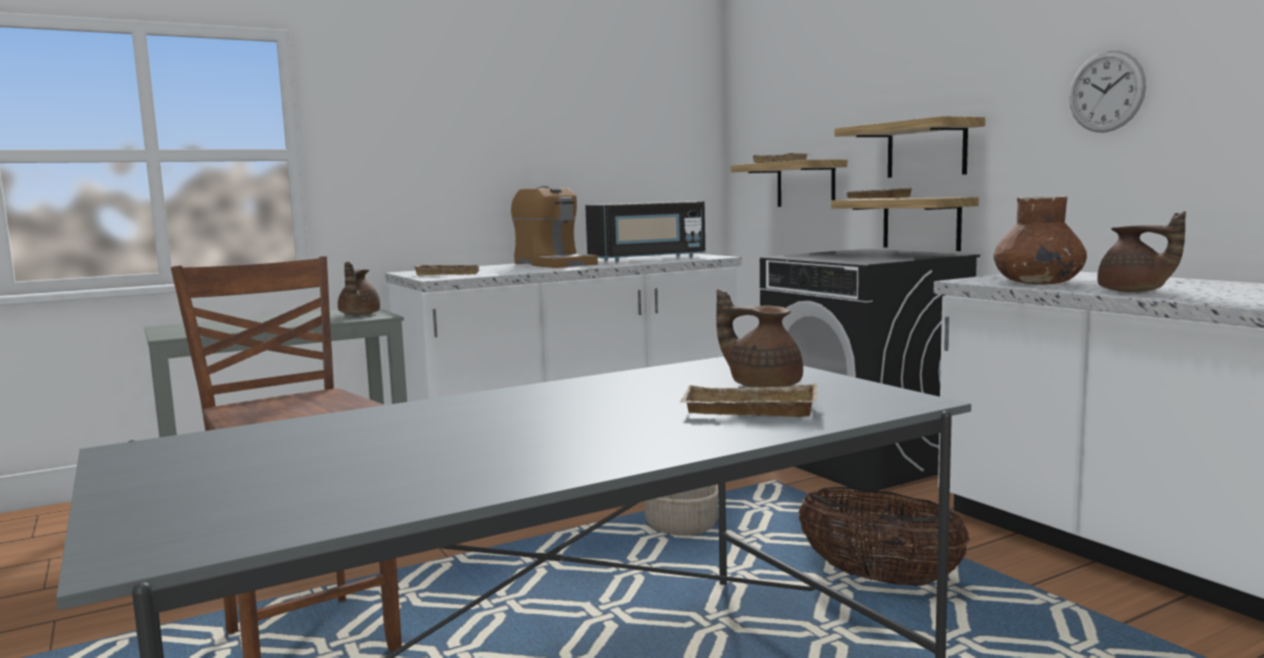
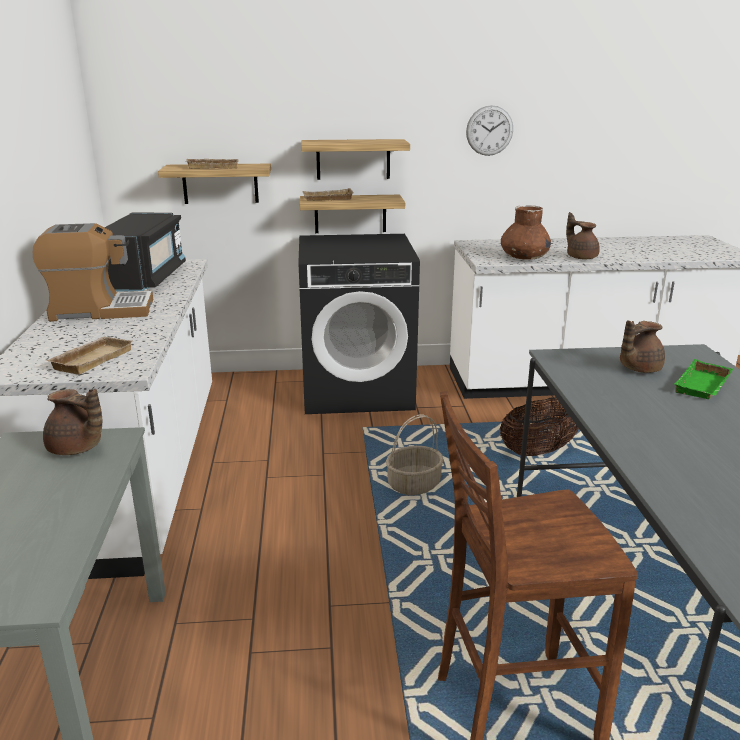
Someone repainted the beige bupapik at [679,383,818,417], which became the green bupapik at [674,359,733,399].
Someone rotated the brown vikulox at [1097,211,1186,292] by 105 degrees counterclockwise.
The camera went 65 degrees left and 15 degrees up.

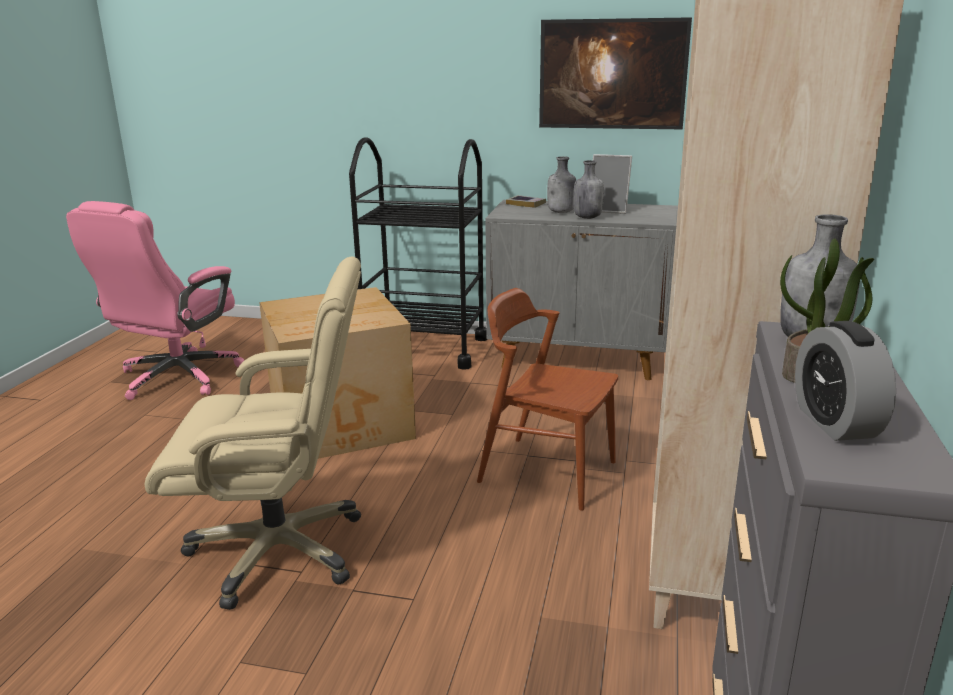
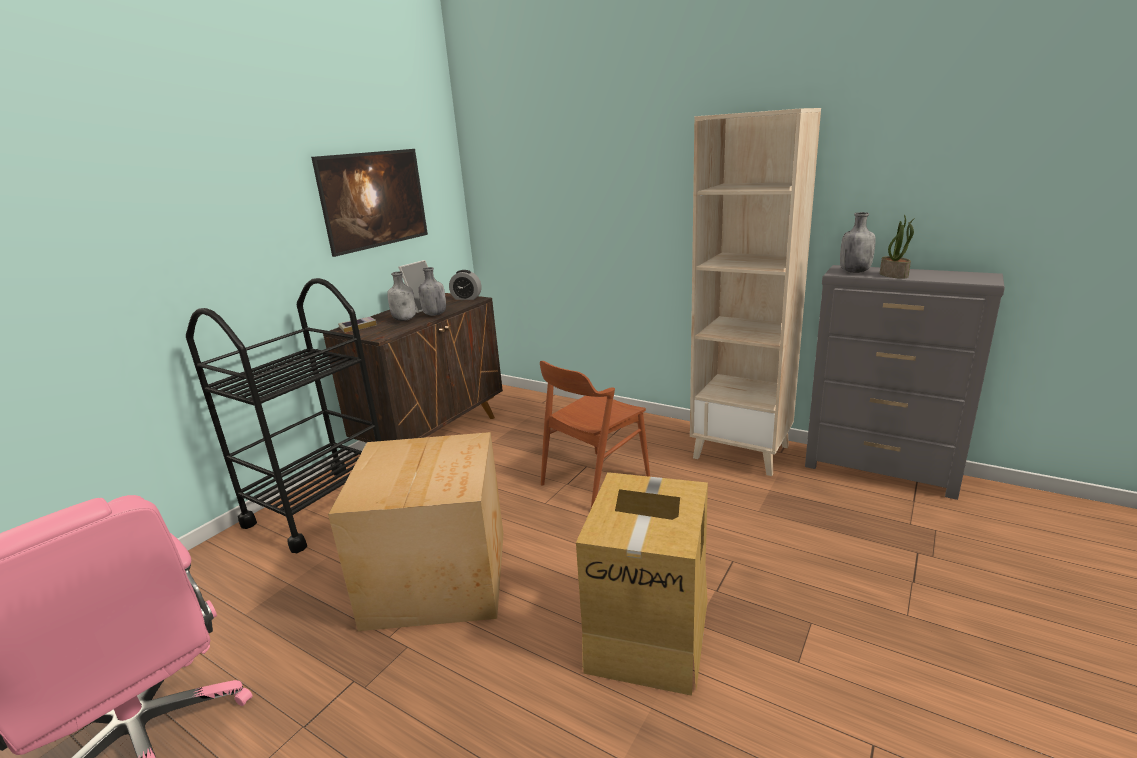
Someone carried the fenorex from [795,321,896,441] to [449,270,482,300].
Someone swapped the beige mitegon at [144,256,361,610] for the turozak at [576,472,708,696].
Someone repainted the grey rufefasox at [485,200,678,380], which became the brown rufefasox at [323,293,503,443].
The camera went 70 degrees left and 0 degrees up.

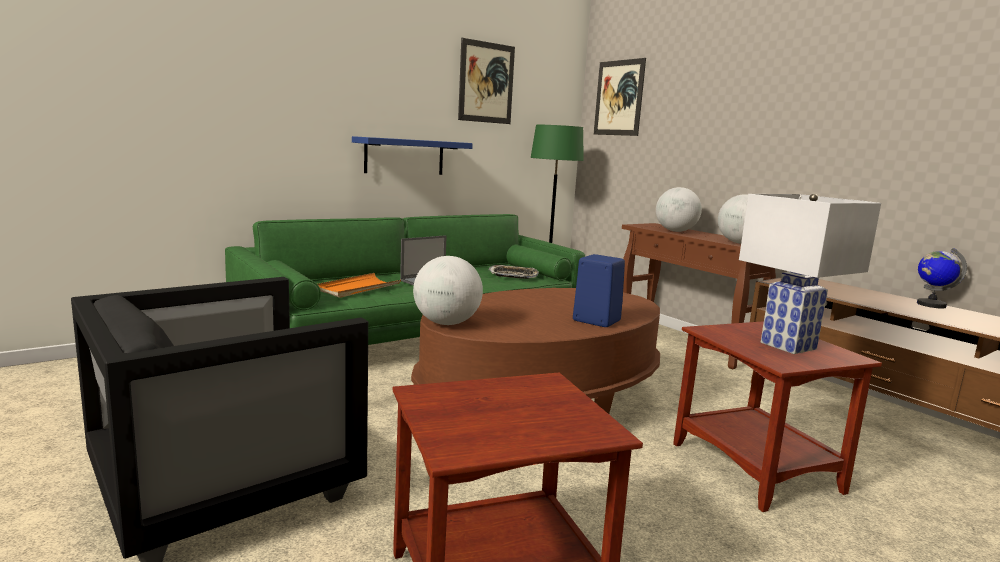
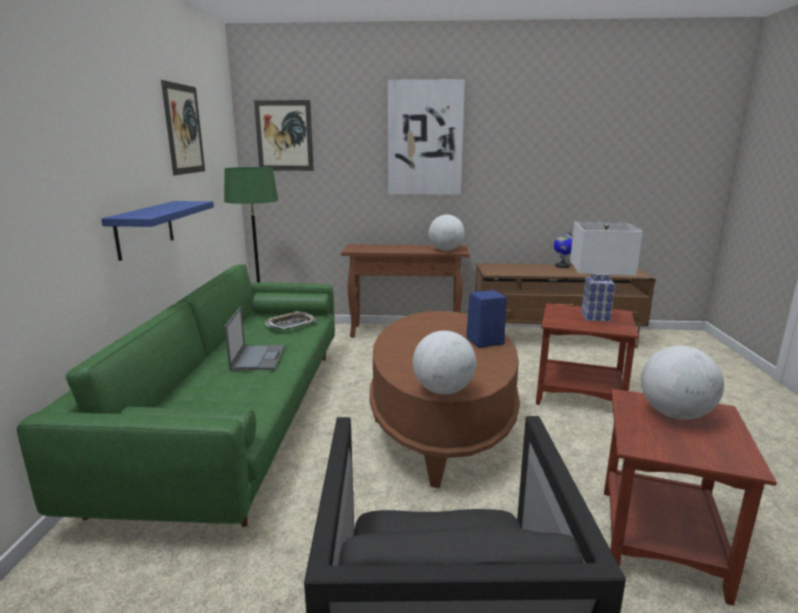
Someone took away the orange bupapik at [318,273,401,298].
Someone put up the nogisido at [388,79,465,195].
Someone carried the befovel from [656,187,702,232] to [641,346,724,420].
The camera went 50 degrees left and 5 degrees up.

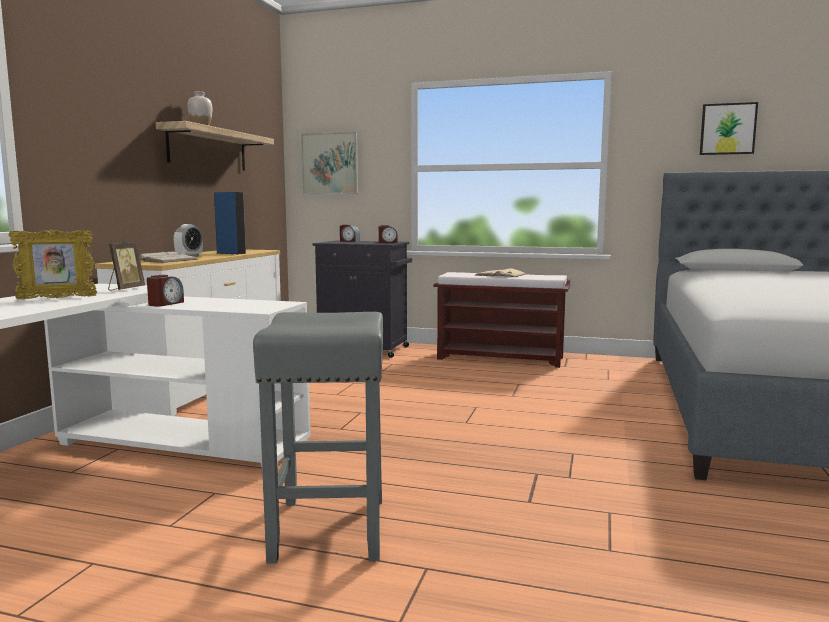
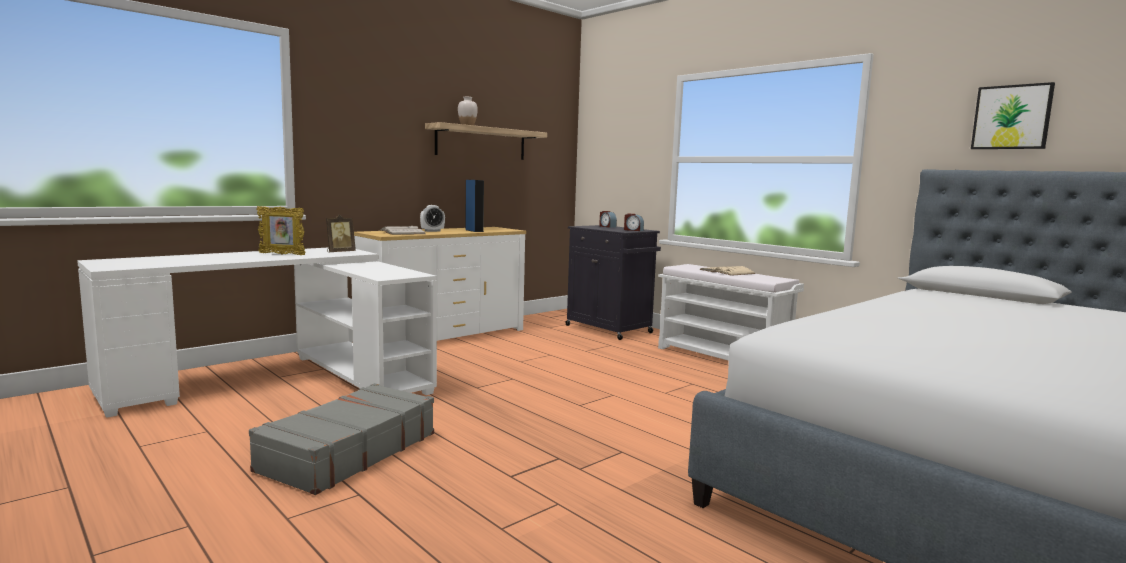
Someone took away the fenorex at [147,275,184,307].
Someone took away the nogisido at [301,132,358,194].
Someone swapped the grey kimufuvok at [253,312,383,564] for the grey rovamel at [249,383,434,495].
Someone repainted the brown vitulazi at [434,272,571,368], which became the white vitulazi at [658,264,804,361].
The camera went 30 degrees right and 0 degrees up.

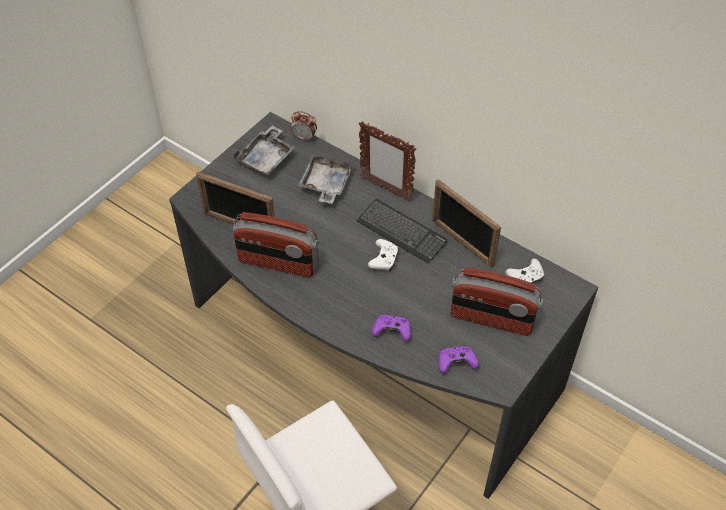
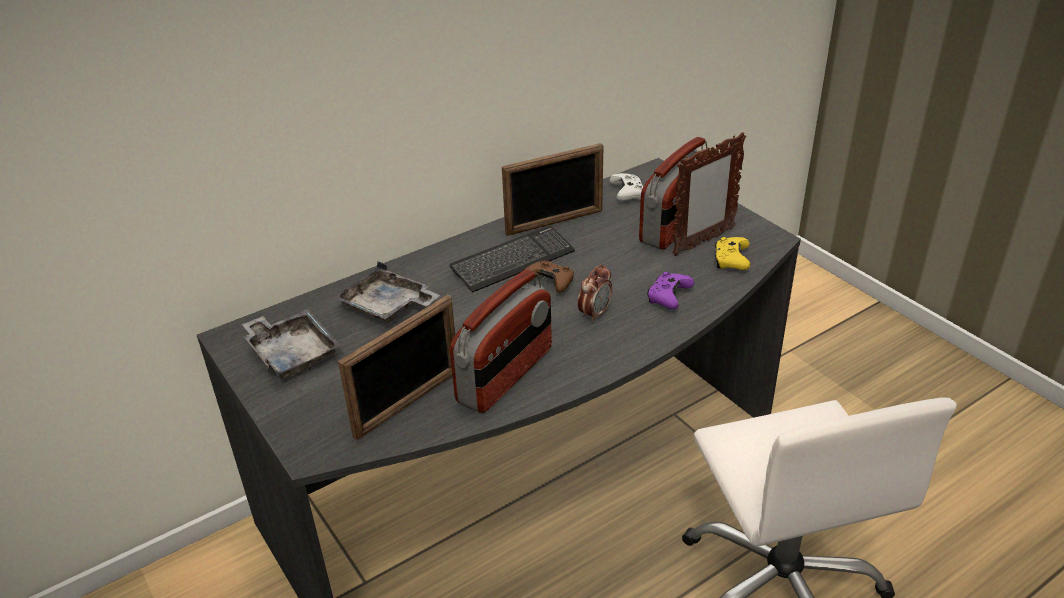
Someone carried the fenorex from [291,111,317,142] to [578,265,612,322].
Someone carried the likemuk from [359,121,416,202] to [672,132,746,256].
Someone repainted the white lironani at [368,239,399,271], which became the brown lironani at [523,261,574,293].
Someone repainted the purple lironani at [439,345,479,374], which became the yellow lironani at [715,237,750,270].
The camera went 70 degrees left and 15 degrees down.

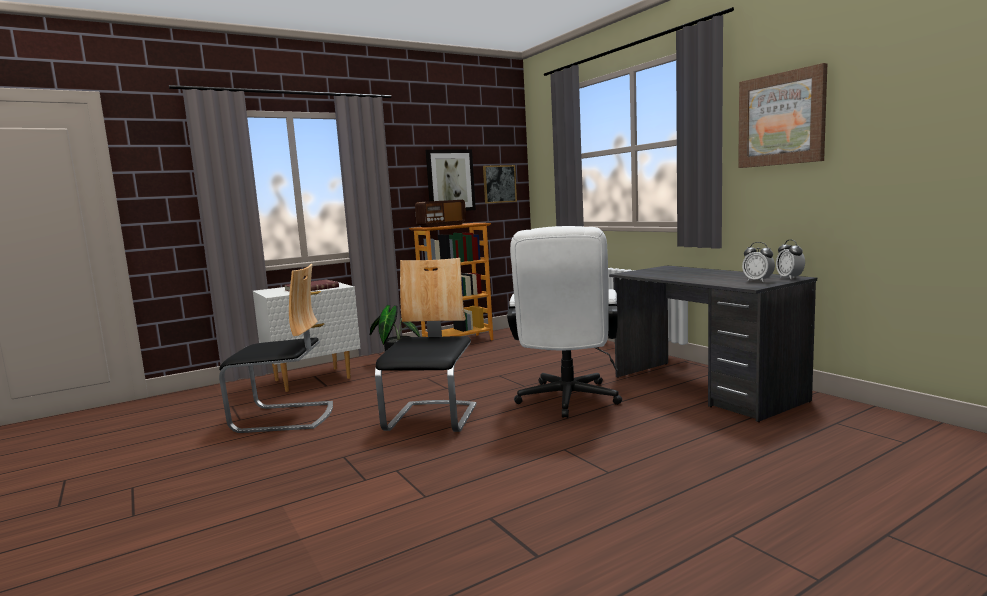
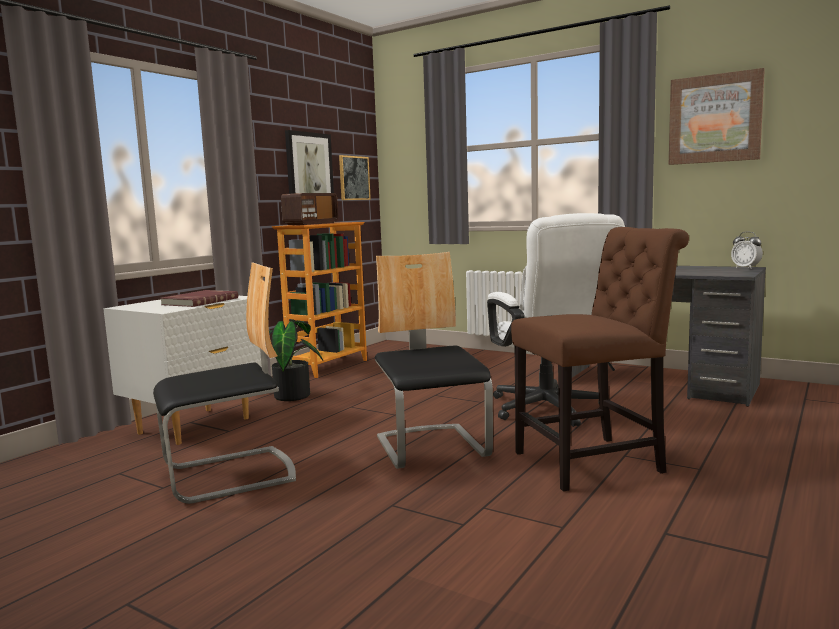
Someone took away the fenorex at [742,242,775,282].
Someone put down the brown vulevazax at [511,227,689,492].
The camera went 25 degrees left and 0 degrees up.

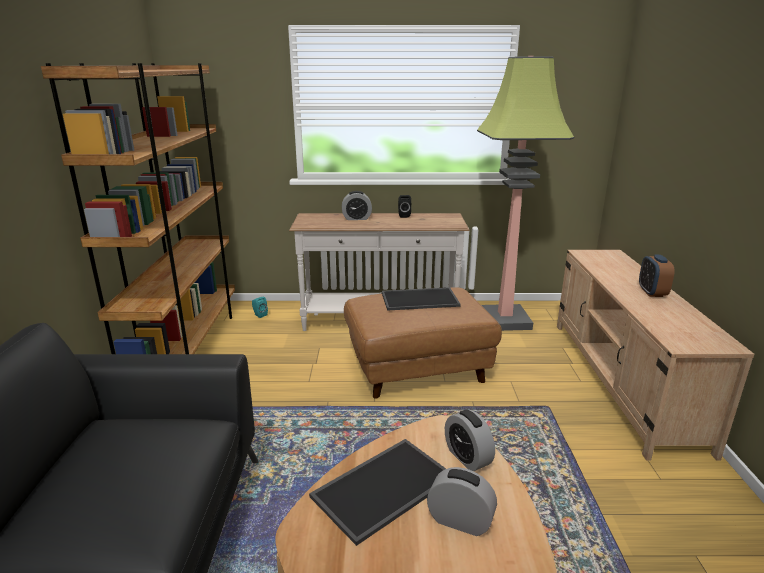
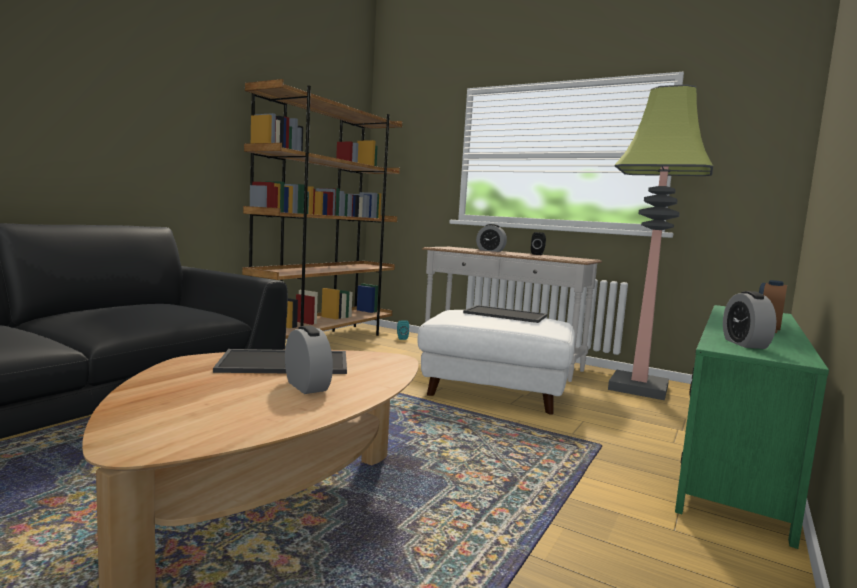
Someone carried the fenorex from [445,409,495,471] to [723,291,776,349].
Someone repainted the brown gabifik at [344,287,502,399], which became the white gabifik at [417,310,575,415].
Someone repainted the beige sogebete at [557,250,754,461], which became the green sogebete at [675,305,829,549].
The camera went 30 degrees right and 15 degrees down.

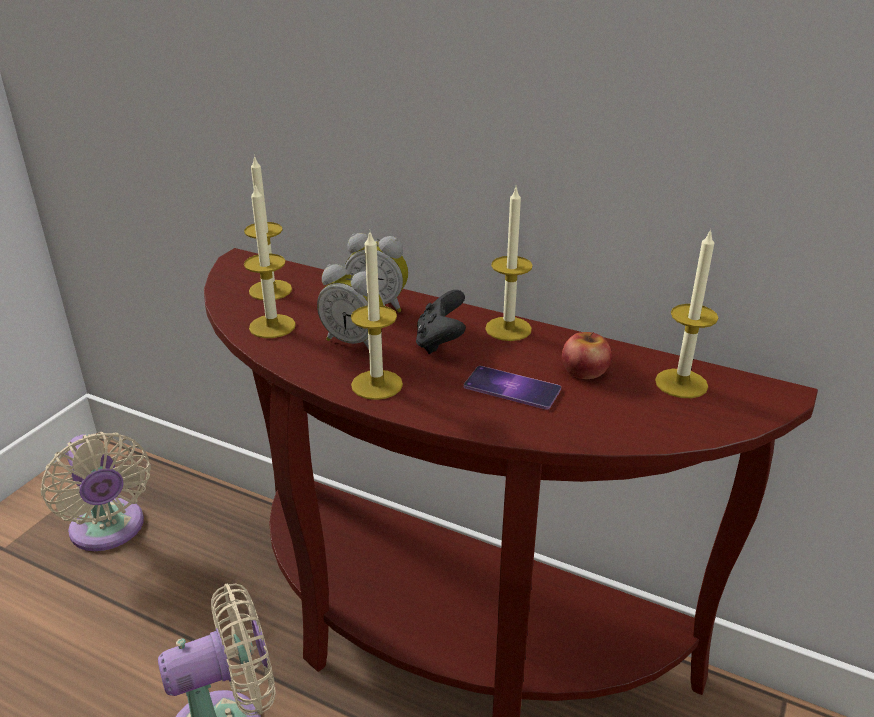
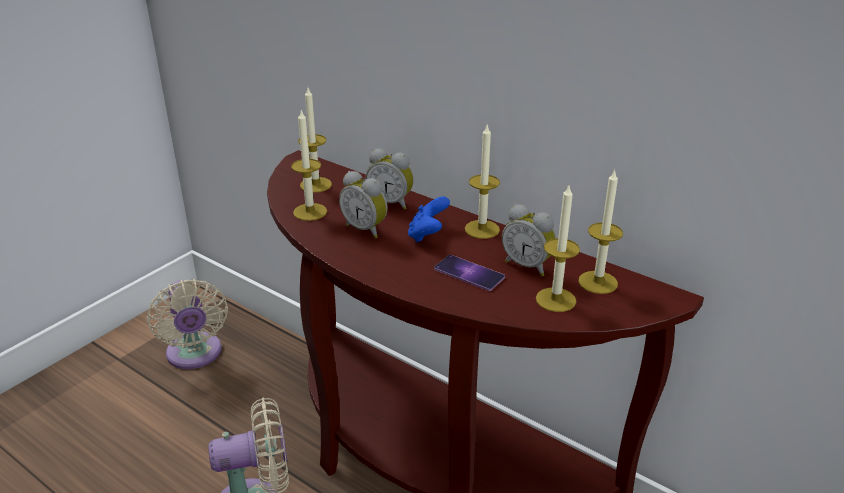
Someone carried the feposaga from [351,232,403,400] to [536,186,580,312].
Someone swapped the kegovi at [562,332,612,379] for the fenorex at [502,204,556,276].
Someone repainted the black lironani at [416,290,466,354], which became the blue lironani at [408,197,450,243].
The camera went 10 degrees right and 0 degrees up.

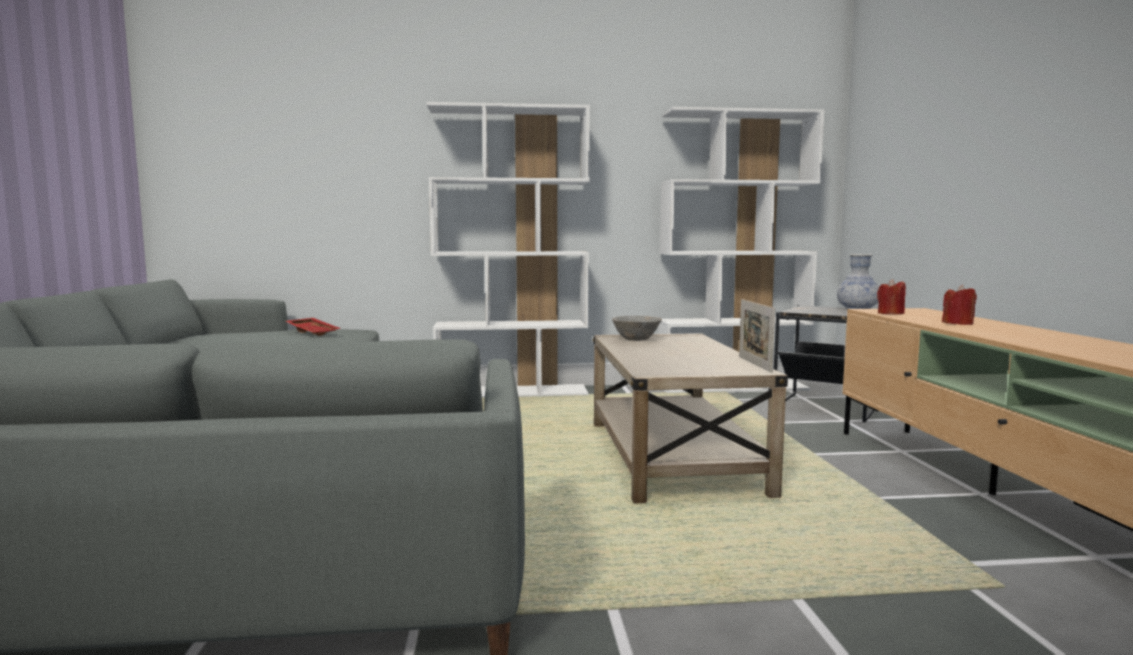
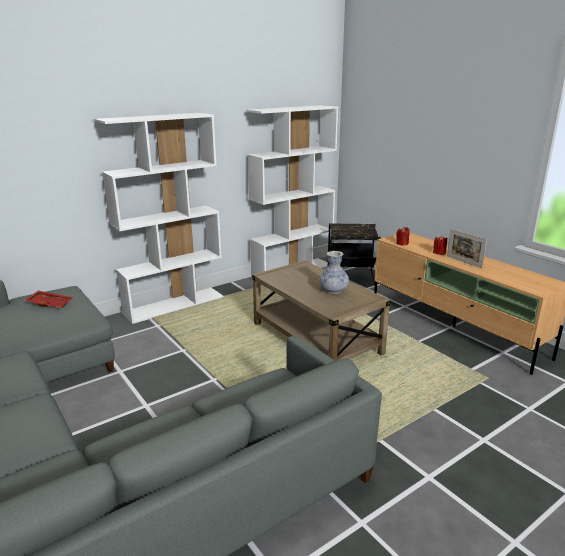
Someone took away the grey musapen at [612,316,662,341].
Someone carried the likemuk from [739,299,775,373] to [447,229,487,268].
Someone carried the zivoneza from [837,254,879,310] to [319,251,349,294].
The camera went 30 degrees left and 15 degrees up.

